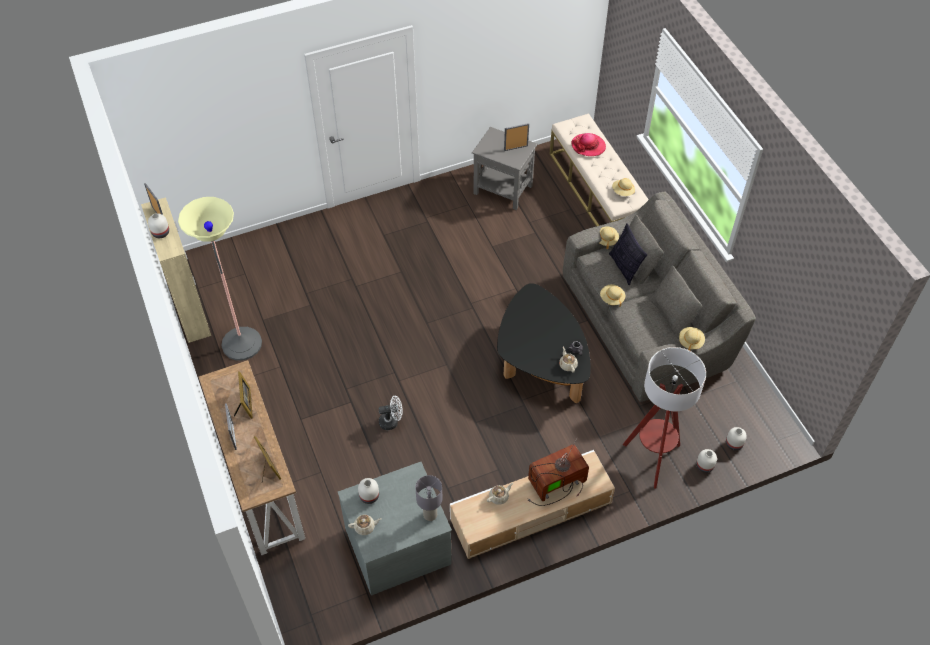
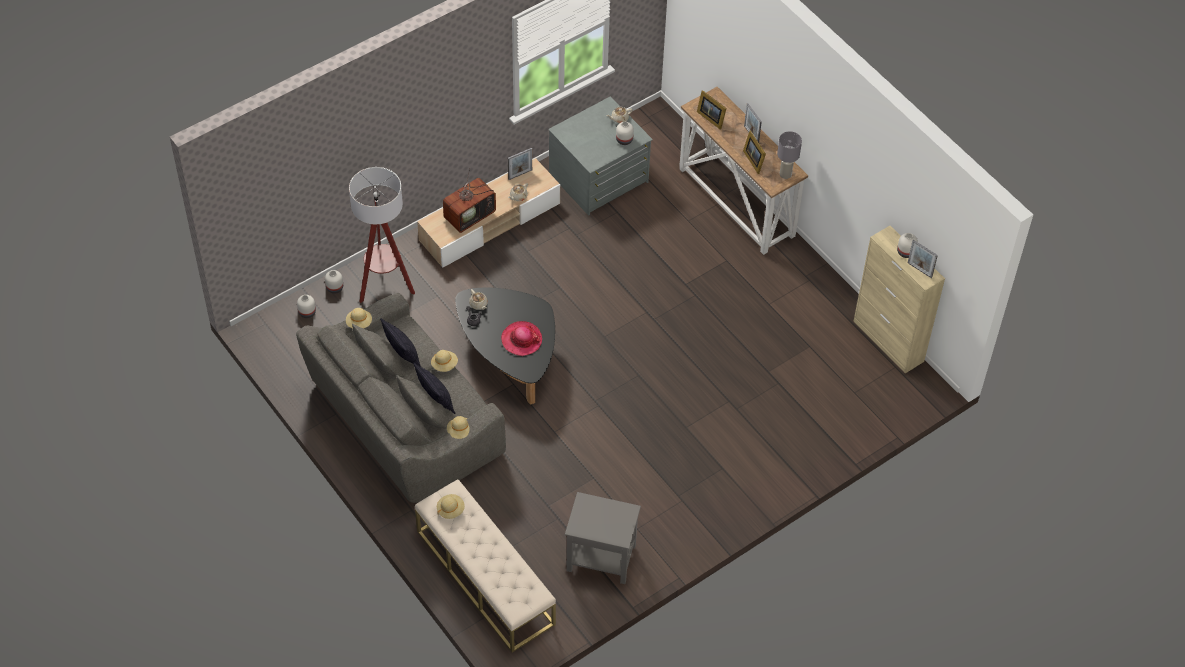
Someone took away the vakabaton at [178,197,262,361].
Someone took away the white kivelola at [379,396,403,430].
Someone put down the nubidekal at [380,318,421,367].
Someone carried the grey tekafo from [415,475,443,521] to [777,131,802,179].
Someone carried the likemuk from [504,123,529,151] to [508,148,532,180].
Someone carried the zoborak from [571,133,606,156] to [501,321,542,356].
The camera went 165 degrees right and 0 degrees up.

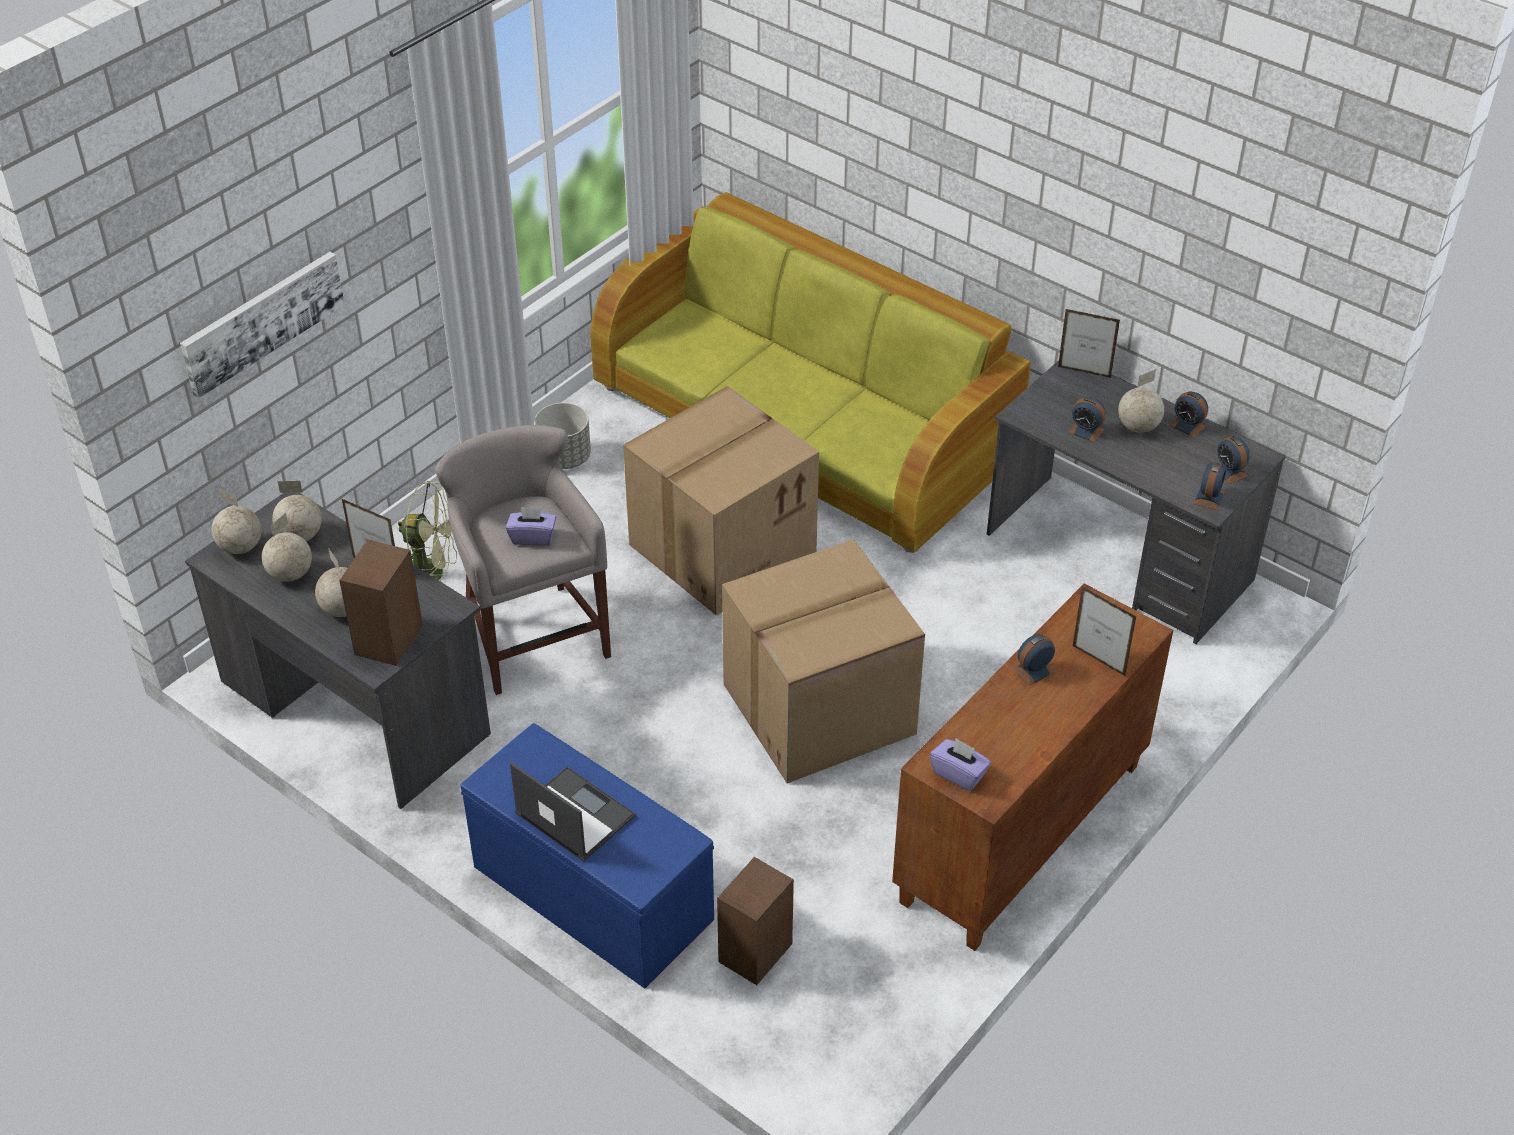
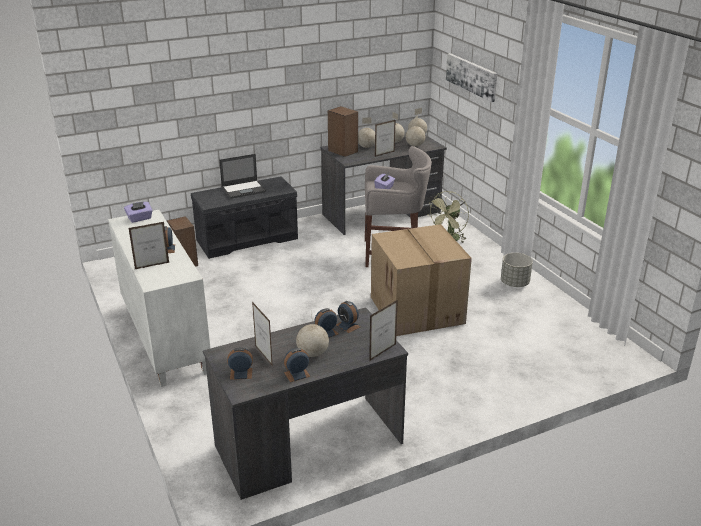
Someone took away the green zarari at [590,192,1031,553].
Someone took away the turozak at [722,539,925,783].
Someone put down the likemuk at [252,302,273,366].
Someone carried the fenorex from [1194,462,1226,510] to [336,301,360,333].
Someone repainted the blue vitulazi at [461,723,714,989], which became the grey vitulazi at [191,177,298,259].
Someone repainted the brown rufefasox at [892,583,1173,951], which became the white rufefasox at [108,210,210,387].
The camera went 115 degrees right and 15 degrees down.

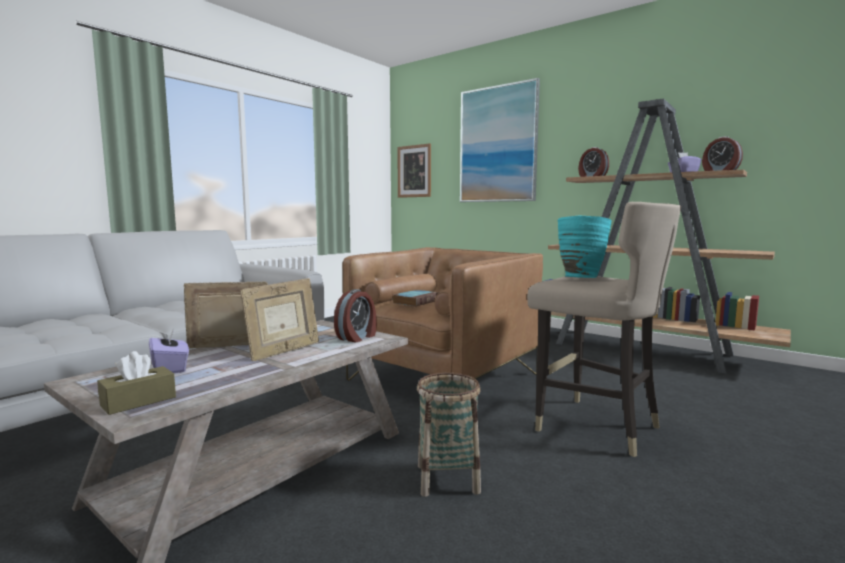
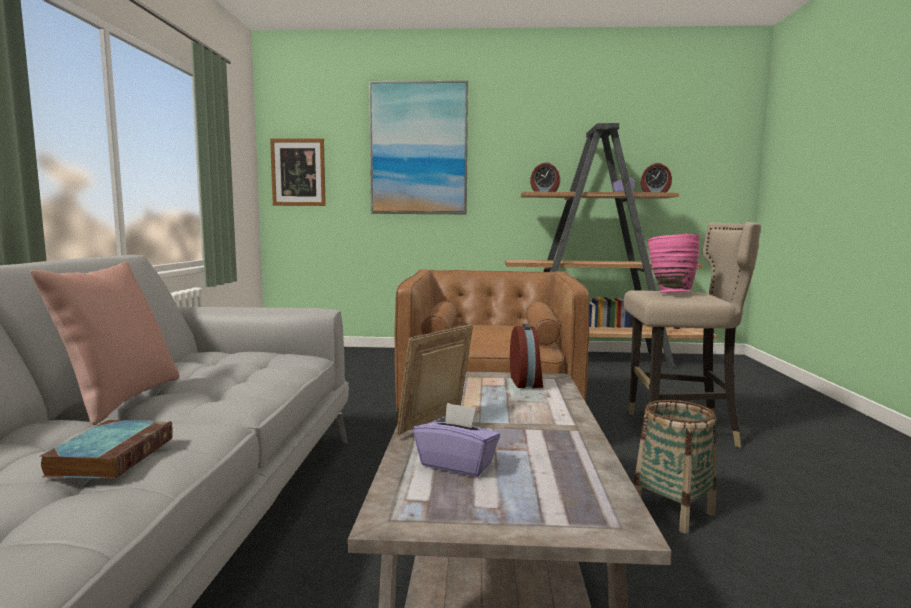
Someone took away the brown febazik at [97,351,176,415].
Someone took away the likemuk at [240,278,319,361].
Someone put down the pink nubidekal at [30,262,179,425].
Someone carried the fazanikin from [393,290,438,307] to [39,420,173,479].
Someone repainted the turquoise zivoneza at [558,216,612,278], which became the pink zivoneza at [648,234,700,293].
The camera went 35 degrees left and 0 degrees up.

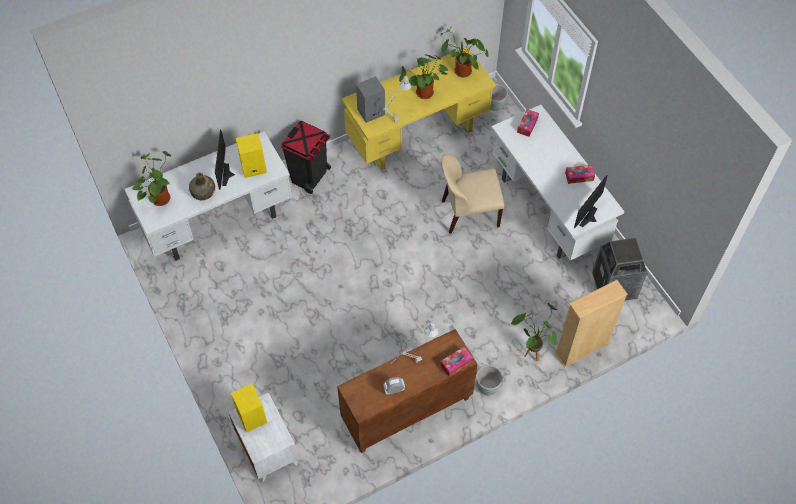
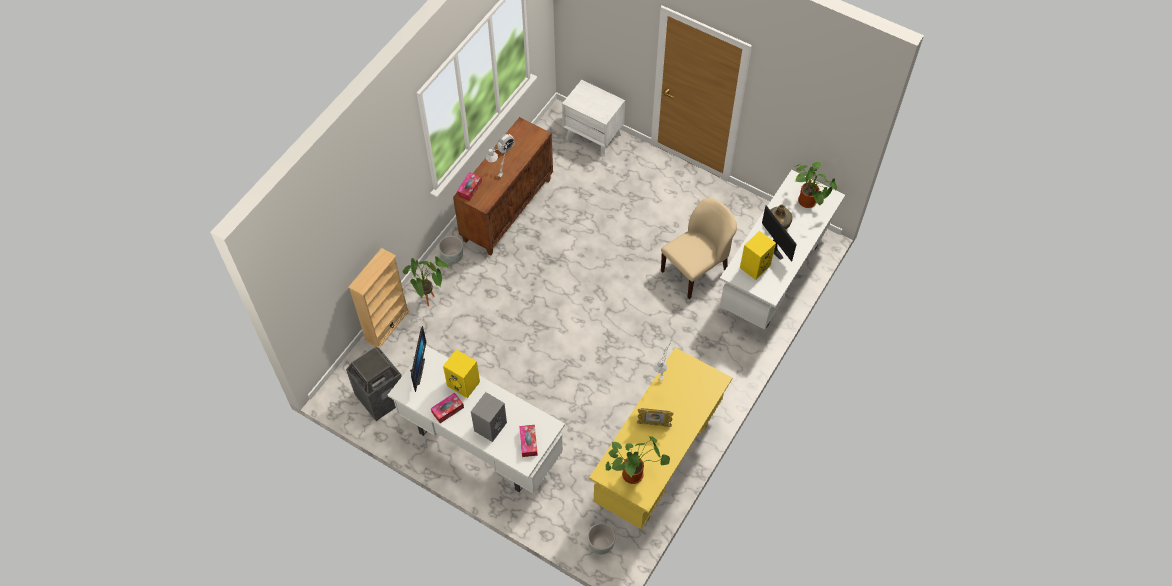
Someone took away the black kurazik at [281,121,331,194].
Someone carried the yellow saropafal from [231,384,267,432] to [443,349,480,398].
Someone carried the grey saropafal from [356,76,385,123] to [471,392,507,442].
Someone carried the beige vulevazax from [442,154,504,234] to [661,198,737,299].
Someone swapped the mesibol at [399,54,449,99] for the likemuk at [637,408,674,427].
The camera went 150 degrees right and 0 degrees up.

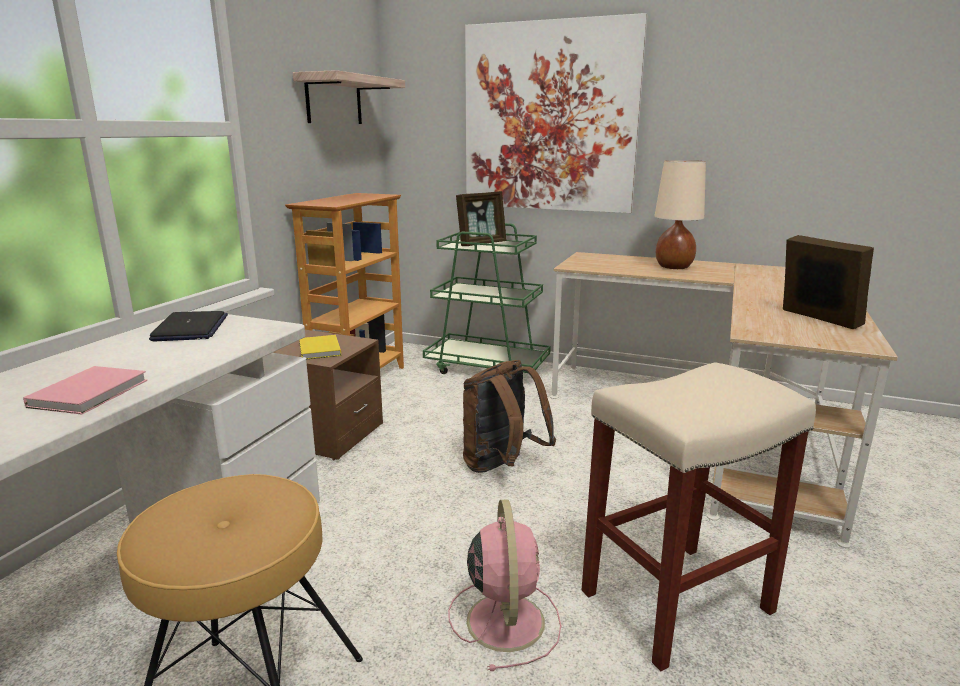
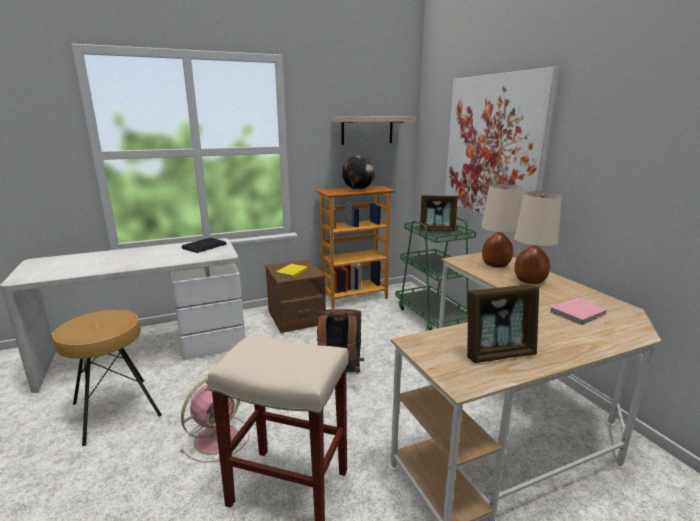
Someone put down the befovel at [342,156,375,190].
Someone put down the beige tekafo at [481,184,522,267].
Someone carried the pink fazanikin from [23,366,147,415] to [550,298,608,325].
Someone rotated the likemuk at [783,235,874,329] by 60 degrees clockwise.
The camera went 45 degrees right and 0 degrees up.

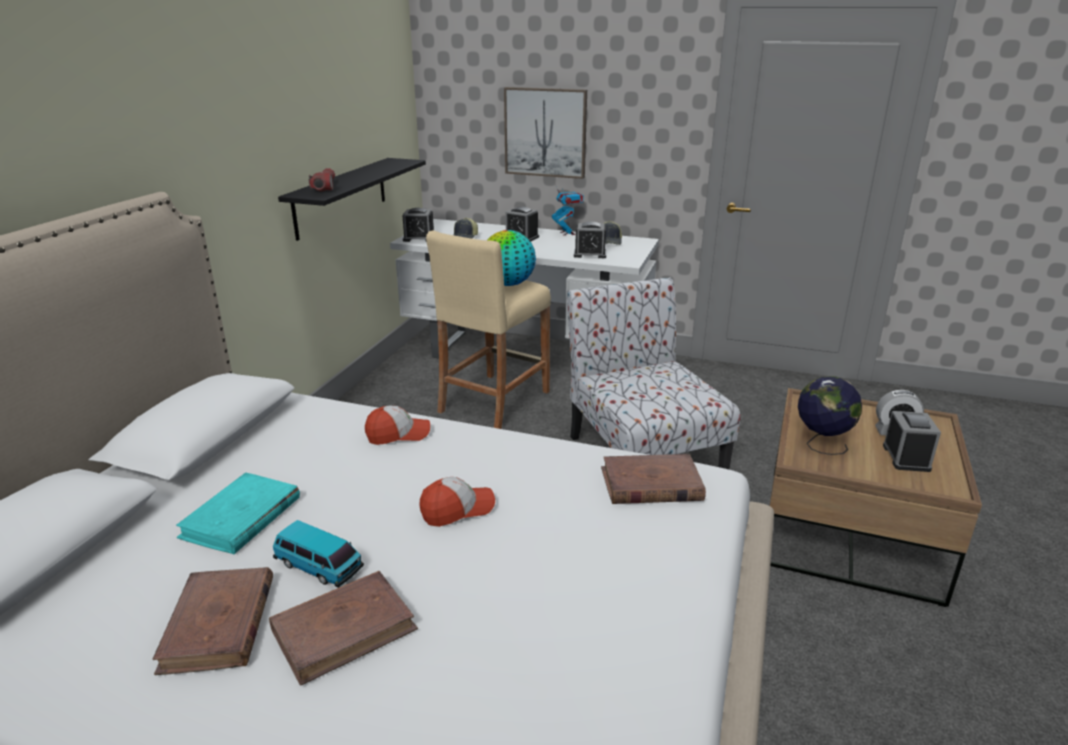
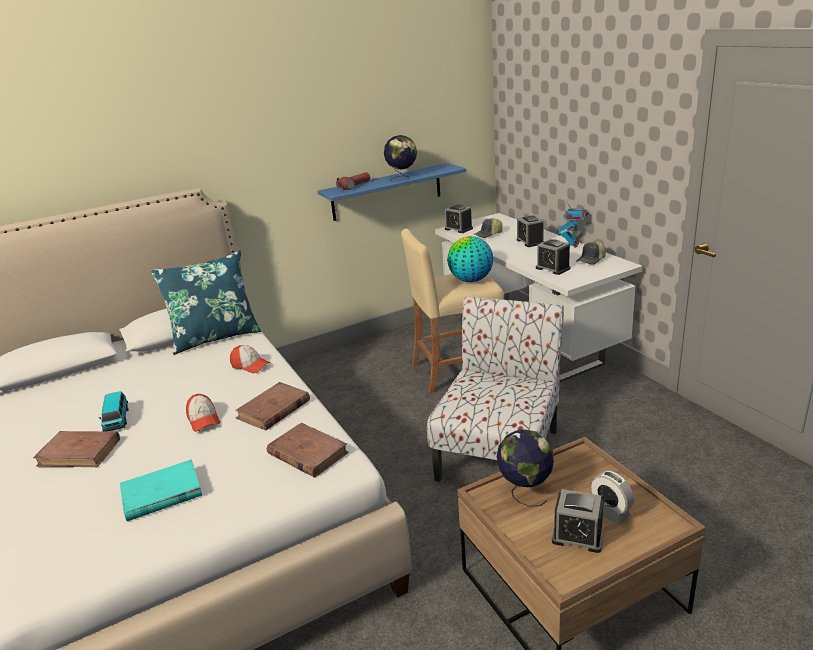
Someone took away the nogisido at [504,87,587,179].
Someone put down the blue nubidekal at [150,251,261,355].
Someone put down the befovel at [384,135,417,181].
Someone carried the brown fazanikin from [153,567,273,675] to [235,382,310,430].
Someone carried the turquoise fazanikin from [176,472,300,554] to [120,459,202,521].
Someone repainted the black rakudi at [278,158,426,241], which became the blue rakudi at [317,163,466,221].
Someone rotated the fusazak at [419,477,495,527] by 45 degrees clockwise.
Someone rotated the fenorex at [883,411,941,472] by 60 degrees clockwise.
The camera went 45 degrees right and 0 degrees up.

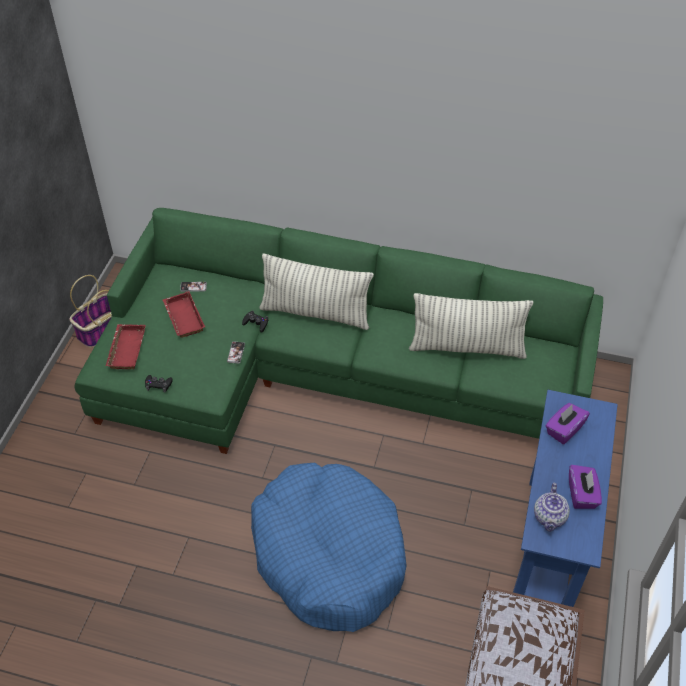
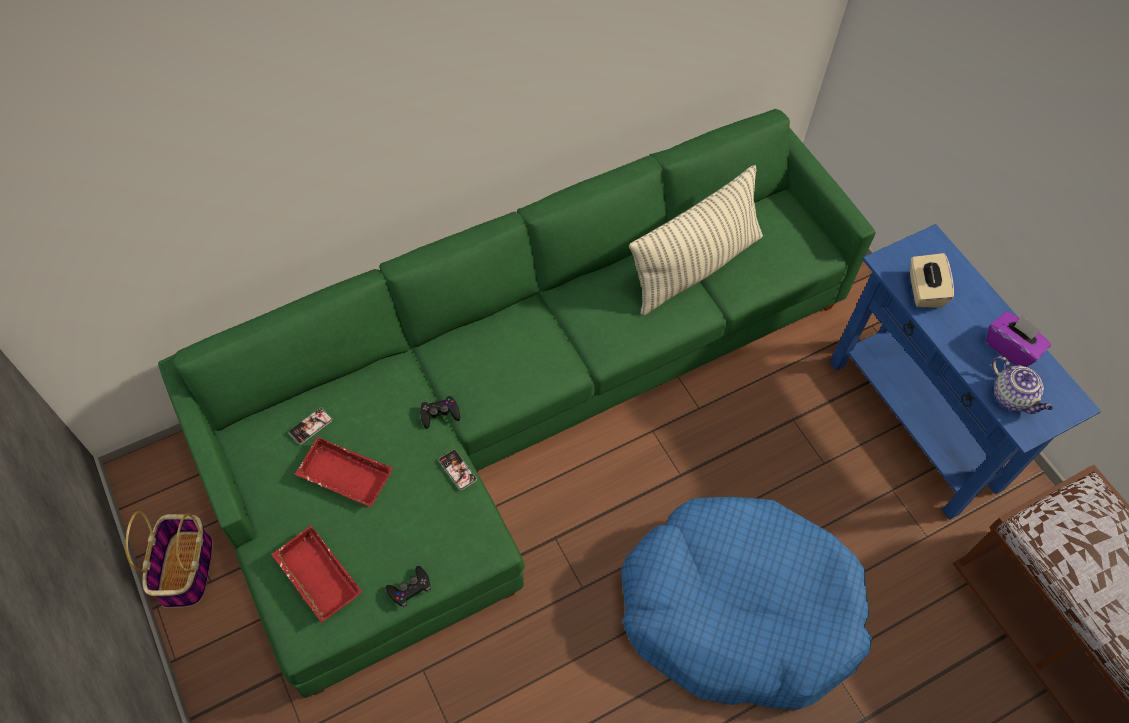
Someone took away the nubidekal at [259,253,374,330].
Someone repainted the purple febazik at [546,403,590,444], which became the beige febazik at [910,253,954,308].
The camera went 45 degrees left and 10 degrees up.

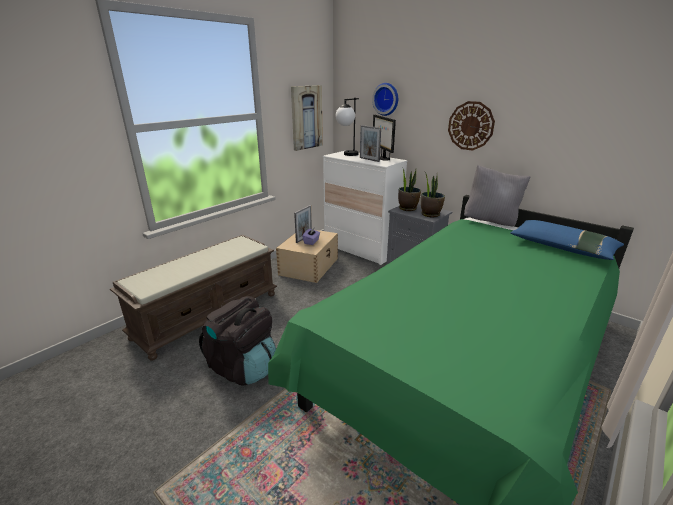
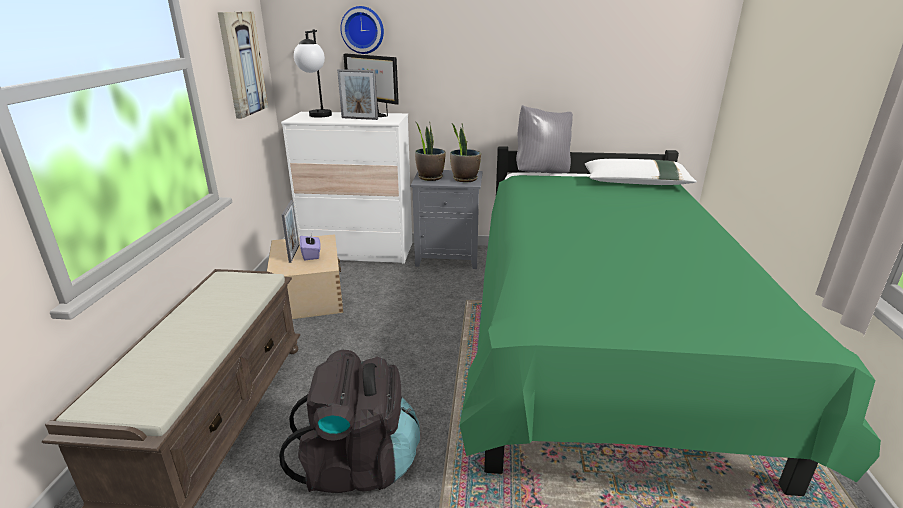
Someone took away the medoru at [448,101,495,151].
Someone repainted the blue nubidekal at [510,220,624,260], which became the white nubidekal at [585,159,697,185].
The camera went 35 degrees left and 0 degrees up.

